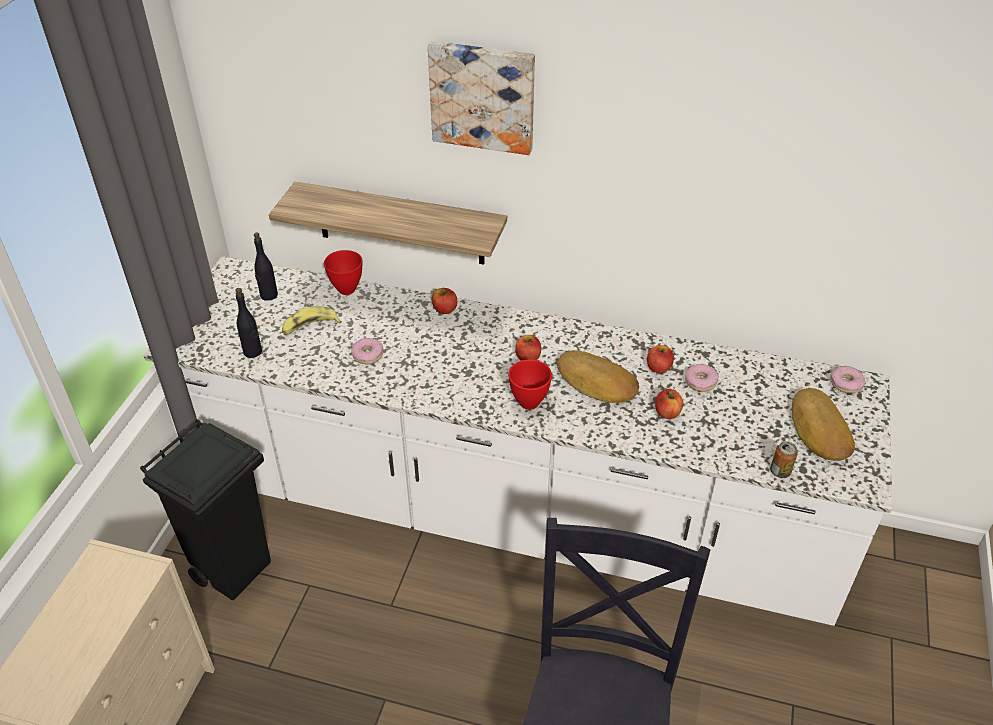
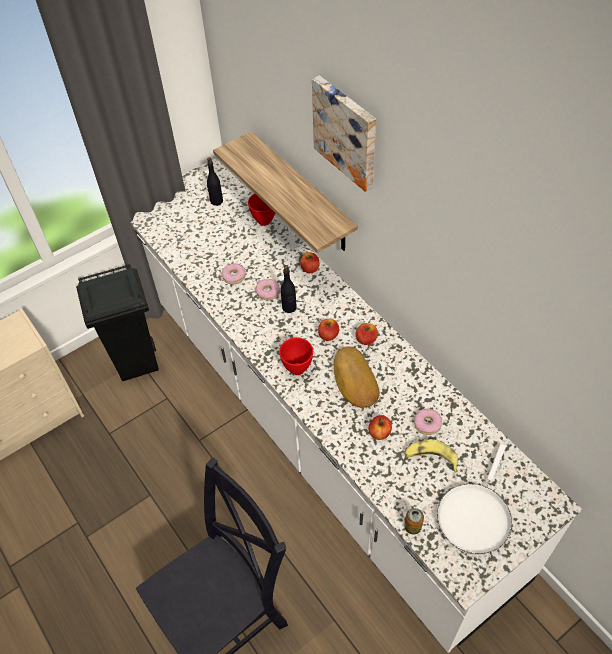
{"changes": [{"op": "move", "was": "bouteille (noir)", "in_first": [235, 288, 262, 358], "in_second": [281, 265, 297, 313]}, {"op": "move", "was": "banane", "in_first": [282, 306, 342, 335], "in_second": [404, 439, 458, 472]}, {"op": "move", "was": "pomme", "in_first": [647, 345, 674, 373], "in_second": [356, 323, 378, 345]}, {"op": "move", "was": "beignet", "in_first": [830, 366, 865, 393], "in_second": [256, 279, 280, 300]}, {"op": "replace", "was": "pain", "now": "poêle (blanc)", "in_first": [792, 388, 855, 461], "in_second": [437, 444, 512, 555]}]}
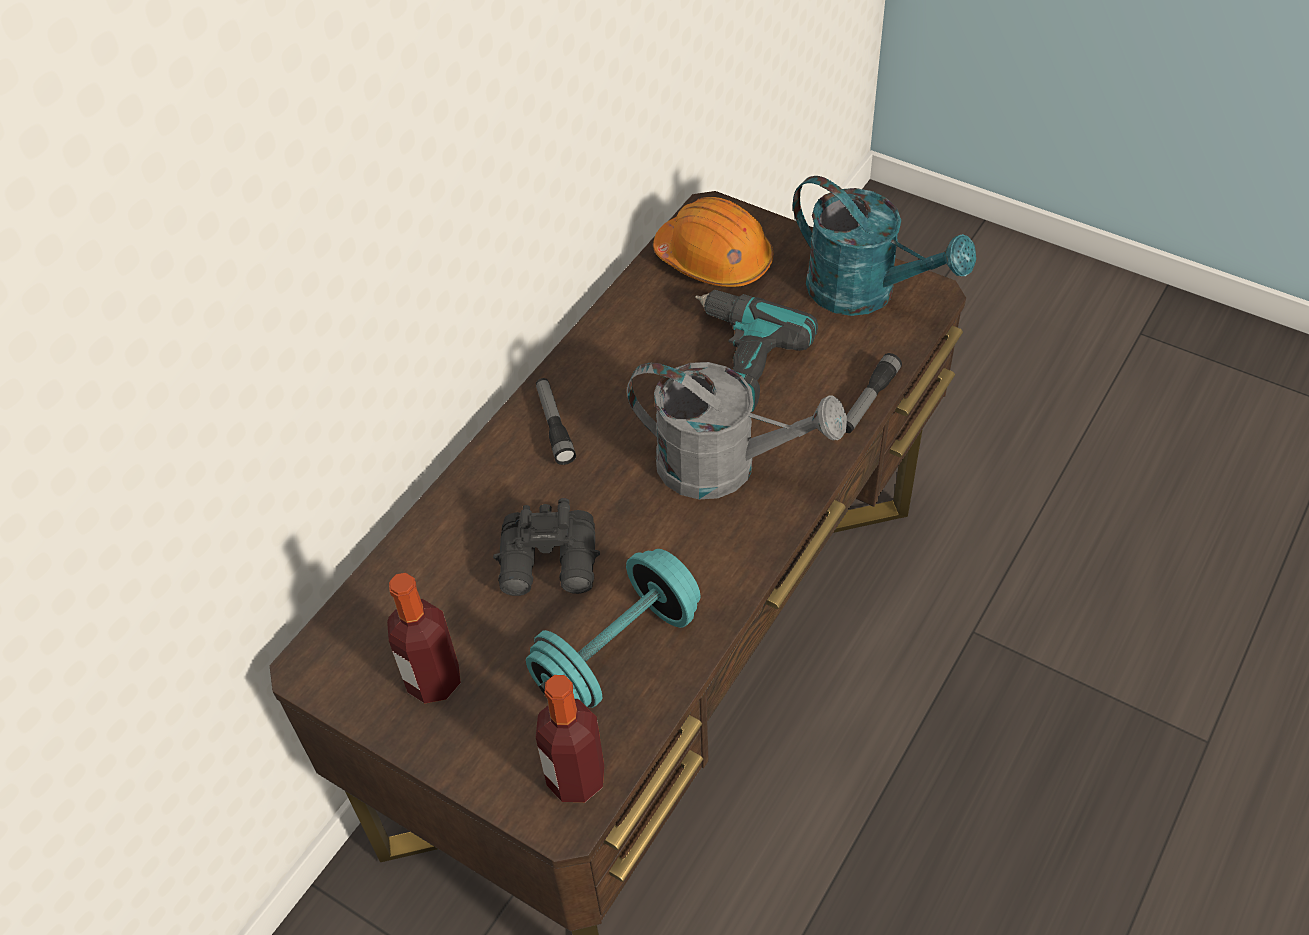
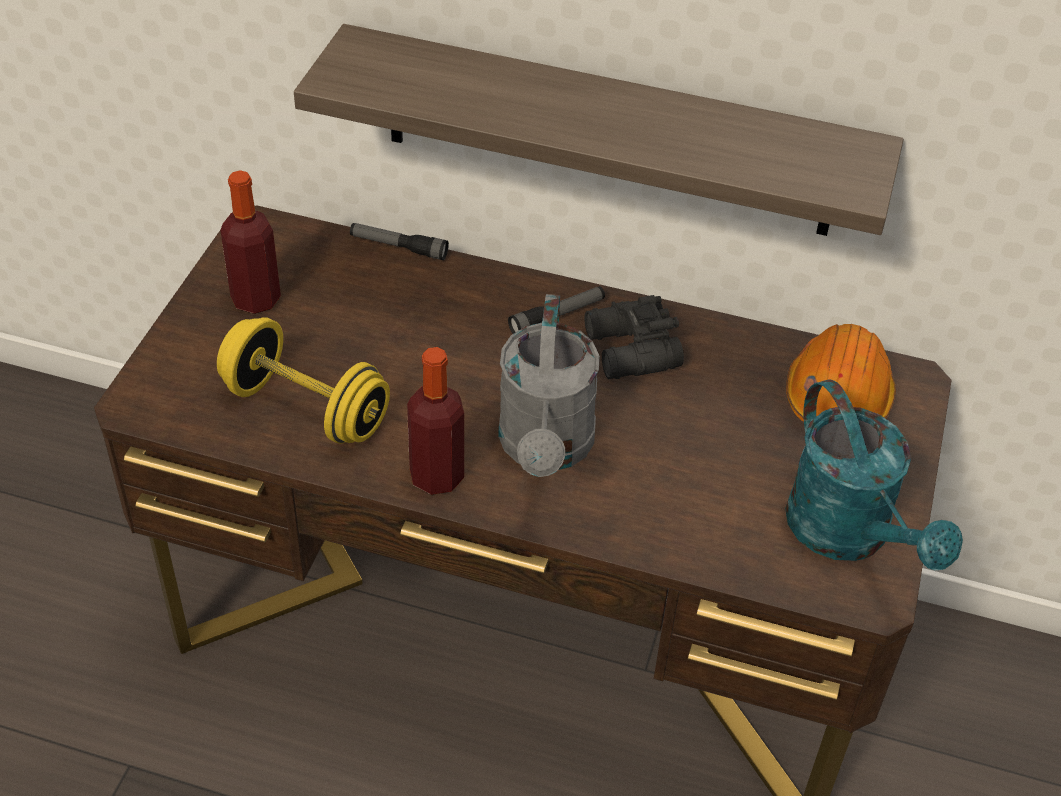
{"changes": [{"op": "delete", "was": "perceuse", "in_first": [695, 290, 818, 412]}, {"op": "insert", "now": "étagère", "in_second": [294, 24, 904, 236]}, {"op": "move", "was": "jumelles (noir)", "in_first": [493, 498, 600, 596], "in_second": [584, 295, 684, 379]}, {"op": "move", "was": "bouteille", "in_first": [536, 675, 604, 802], "in_second": [407, 347, 464, 495]}, {"op": "move", "was": "lampe de poche", "in_first": [845, 353, 902, 433], "in_second": [350, 223, 449, 260]}, {"op": "recolor", "was": "haltère (turquoise)", "now": "haltère (jaune)", "in_first": [526, 549, 701, 708], "in_second": [217, 317, 390, 444]}, {"op": "rotate", "was": "arrosoir (turquoise)", "in_first": [793, 176, 976, 316], "in_second": [785, 379, 963, 570], "clockwise": -45}]}
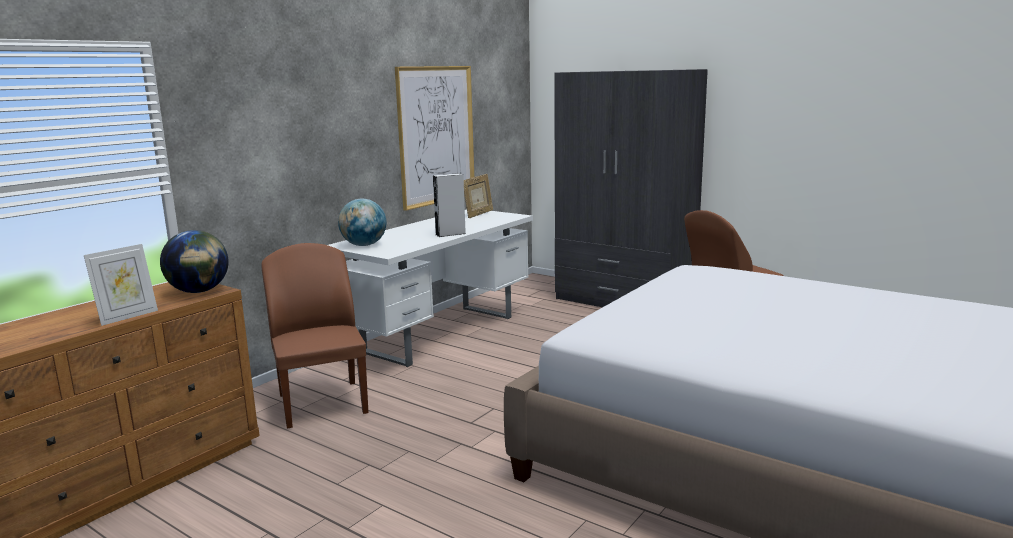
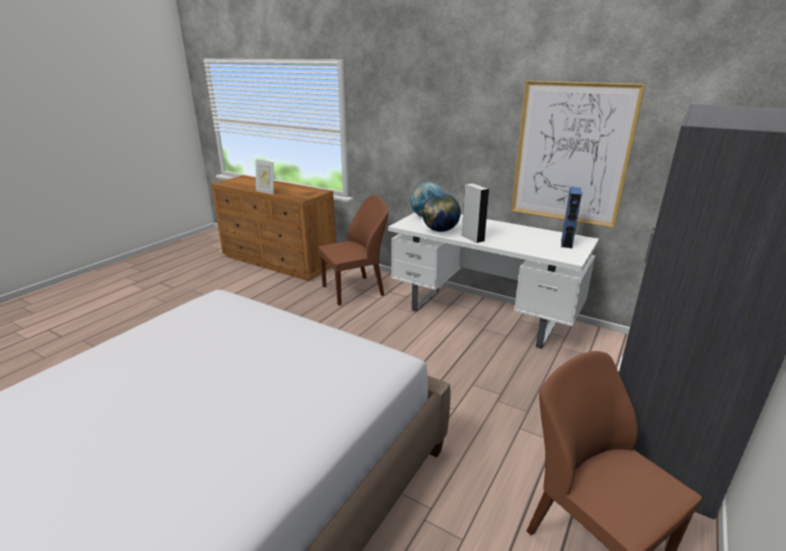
{"changes": [{"op": "move", "was": "globe", "in_first": [160, 230, 229, 293], "in_second": [422, 193, 461, 232]}, {"op": "replace", "was": "cadre photo", "now": "enceinte (bleu)", "in_first": [464, 174, 493, 218], "in_second": [561, 187, 582, 248]}]}
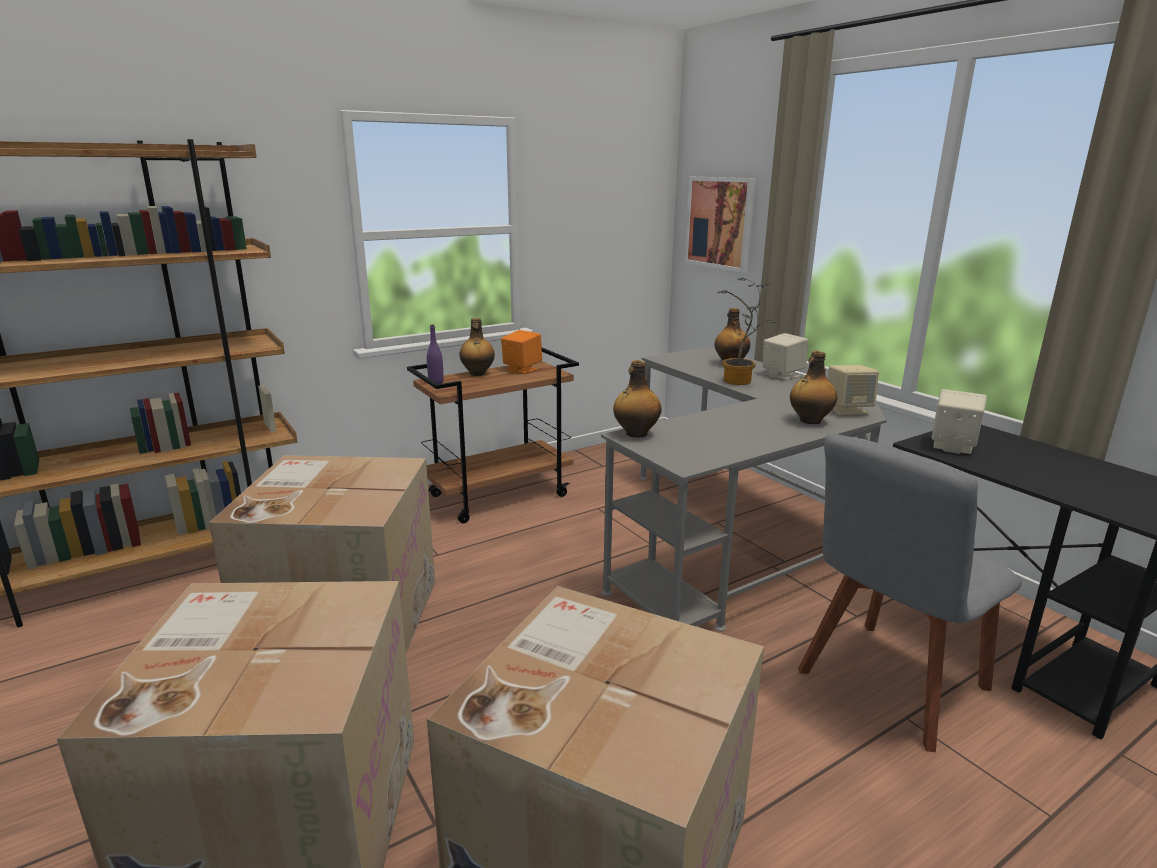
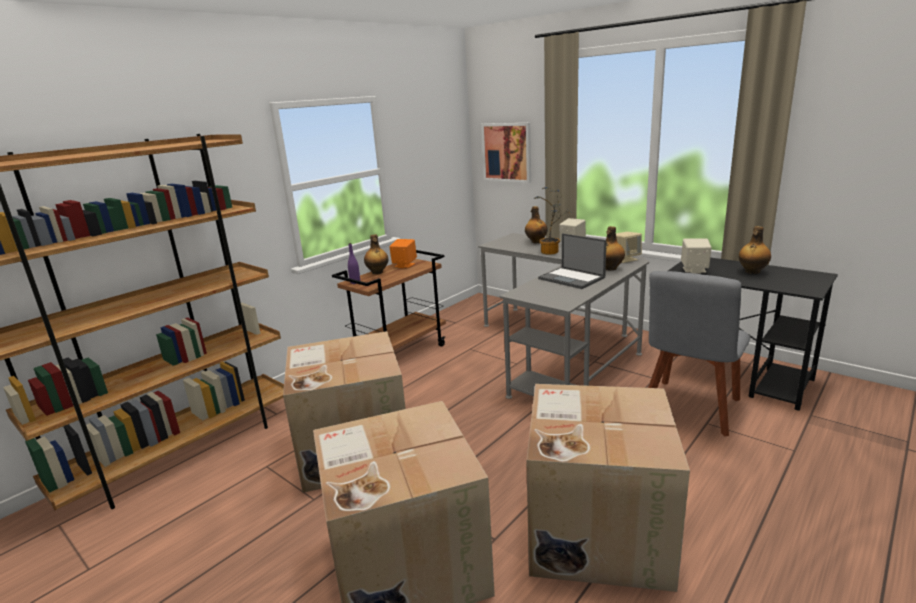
{"changes": [{"op": "insert", "now": "ordinateur portable", "in_second": [538, 233, 607, 289]}, {"op": "move", "was": "bouteille", "in_first": [613, 360, 662, 438], "in_second": [738, 226, 771, 274]}]}
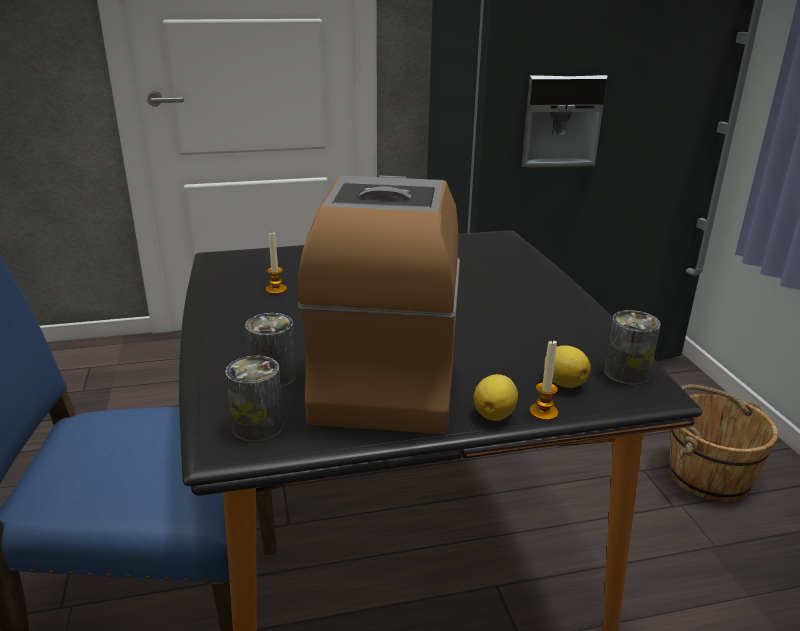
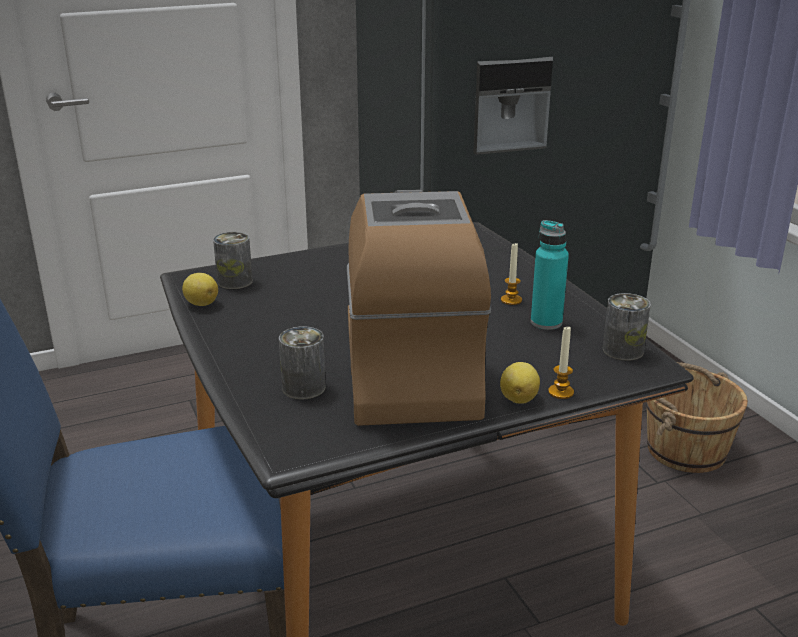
{"changes": [{"op": "insert", "now": "bouteille (turquoise)", "in_second": [531, 220, 569, 330]}, {"op": "move", "was": "boîte métallique", "in_first": [225, 356, 284, 442], "in_second": [213, 232, 253, 289]}, {"op": "move", "was": "bougie", "in_first": [266, 233, 287, 294], "in_second": [501, 243, 522, 305]}, {"op": "move", "was": "citron", "in_first": [544, 345, 591, 388], "in_second": [182, 273, 218, 306]}]}
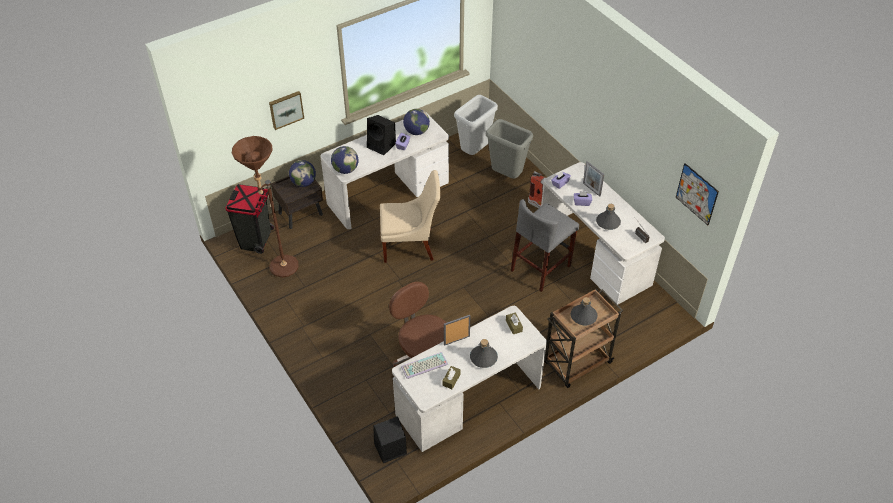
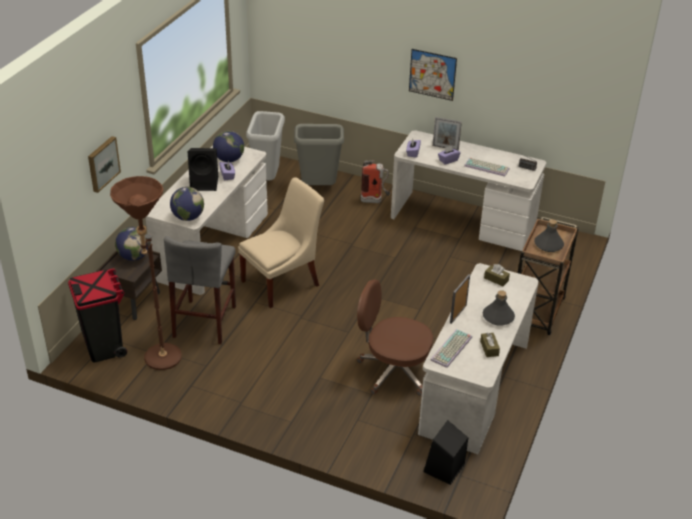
{"changes": [{"op": "move", "was": "tabouret (gris)", "in_first": [511, 199, 579, 292], "in_second": [164, 236, 236, 344]}, {"op": "move", "was": "tableau", "in_first": [676, 163, 719, 225], "in_second": [409, 49, 457, 101]}, {"op": "replace", "was": "bouteille (gris)", "now": "clavier", "in_first": [596, 204, 621, 230], "in_second": [464, 158, 509, 176]}]}
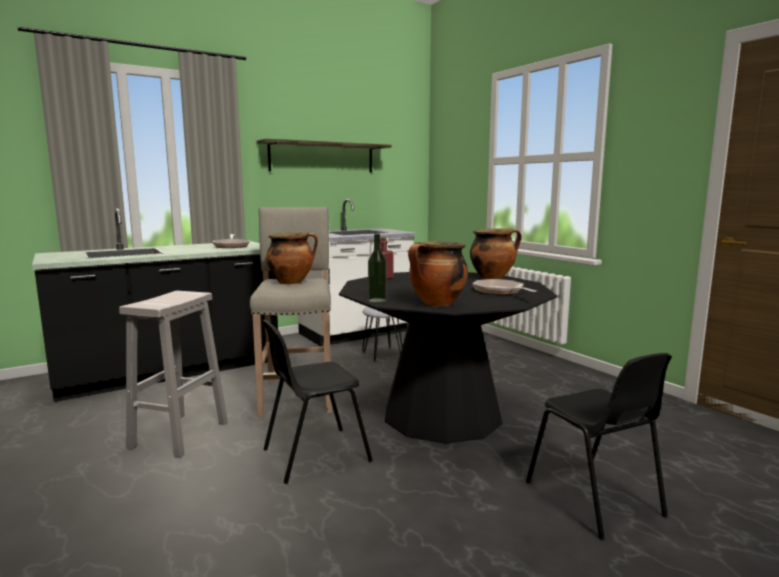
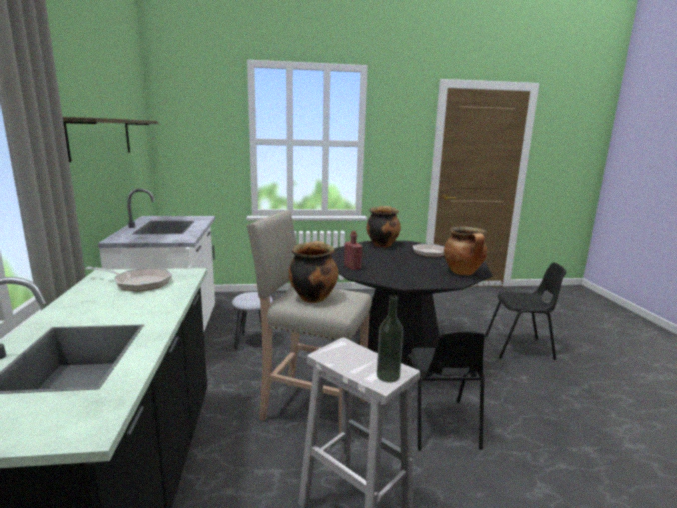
{"changes": [{"op": "move", "was": "bouteille", "in_first": [368, 234, 386, 302], "in_second": [377, 295, 403, 383]}]}
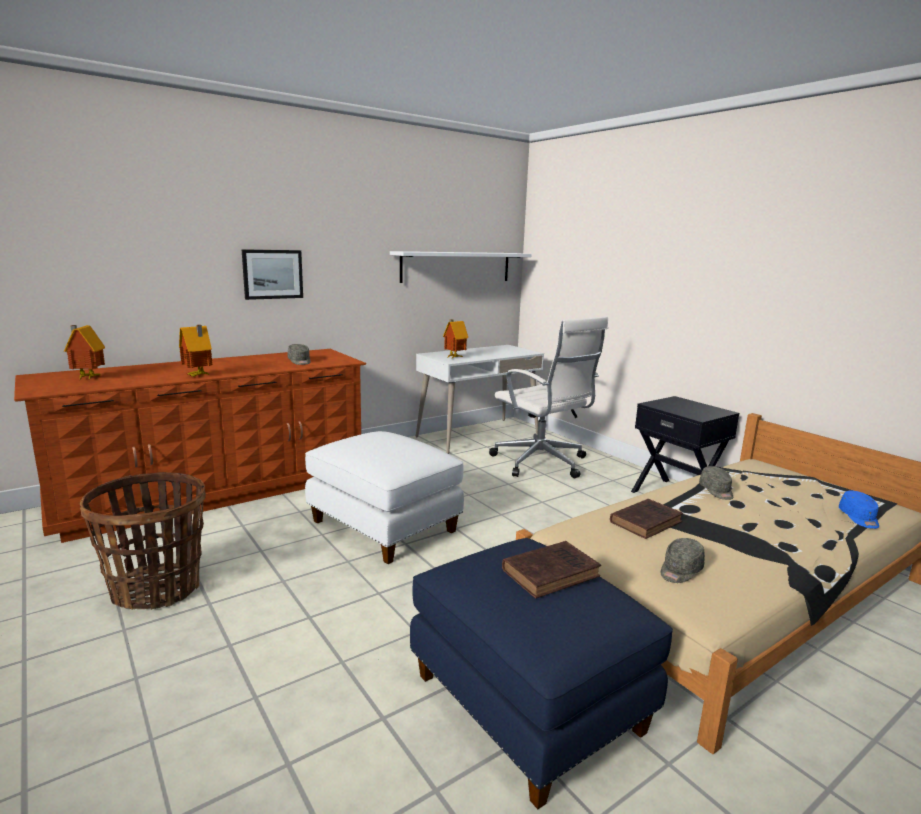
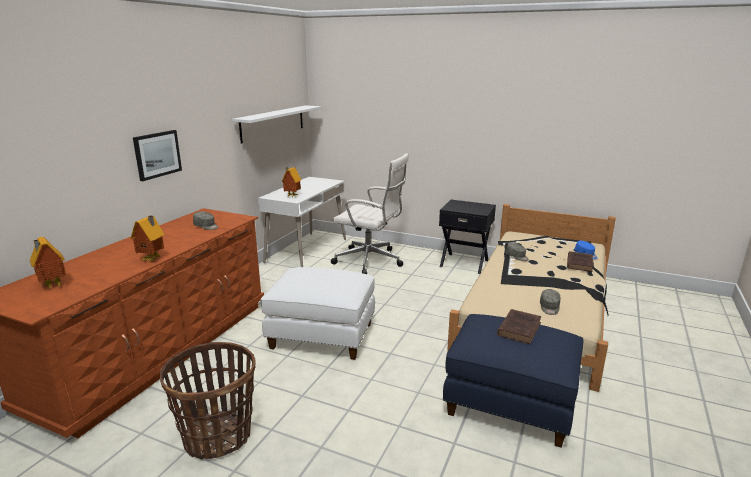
{"changes": [{"op": "move", "was": "livre (marron)", "in_first": [610, 499, 683, 539], "in_second": [567, 251, 593, 272]}]}
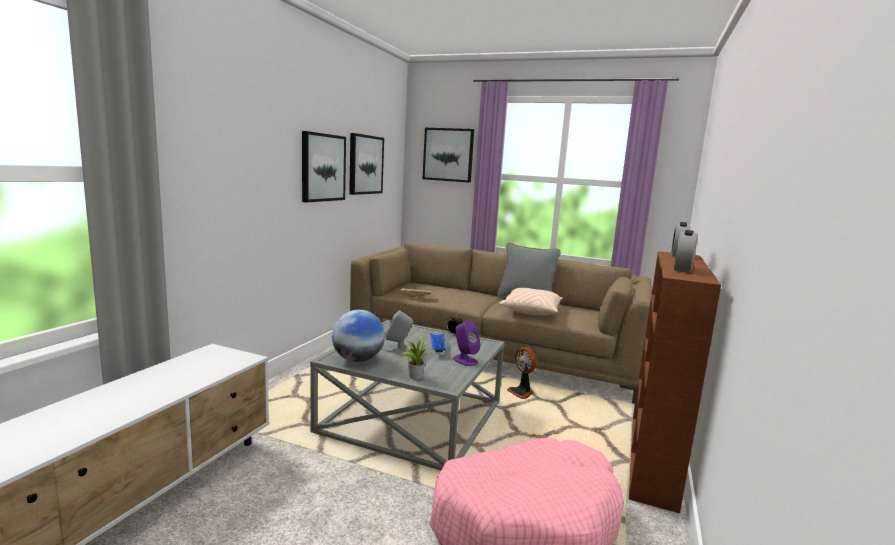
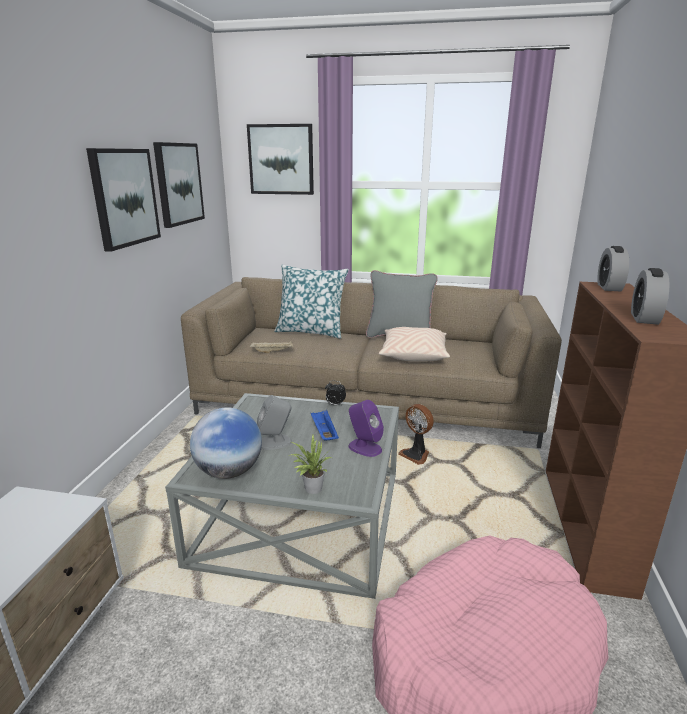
{"changes": [{"op": "insert", "now": "coussin", "in_second": [274, 265, 349, 339]}]}
